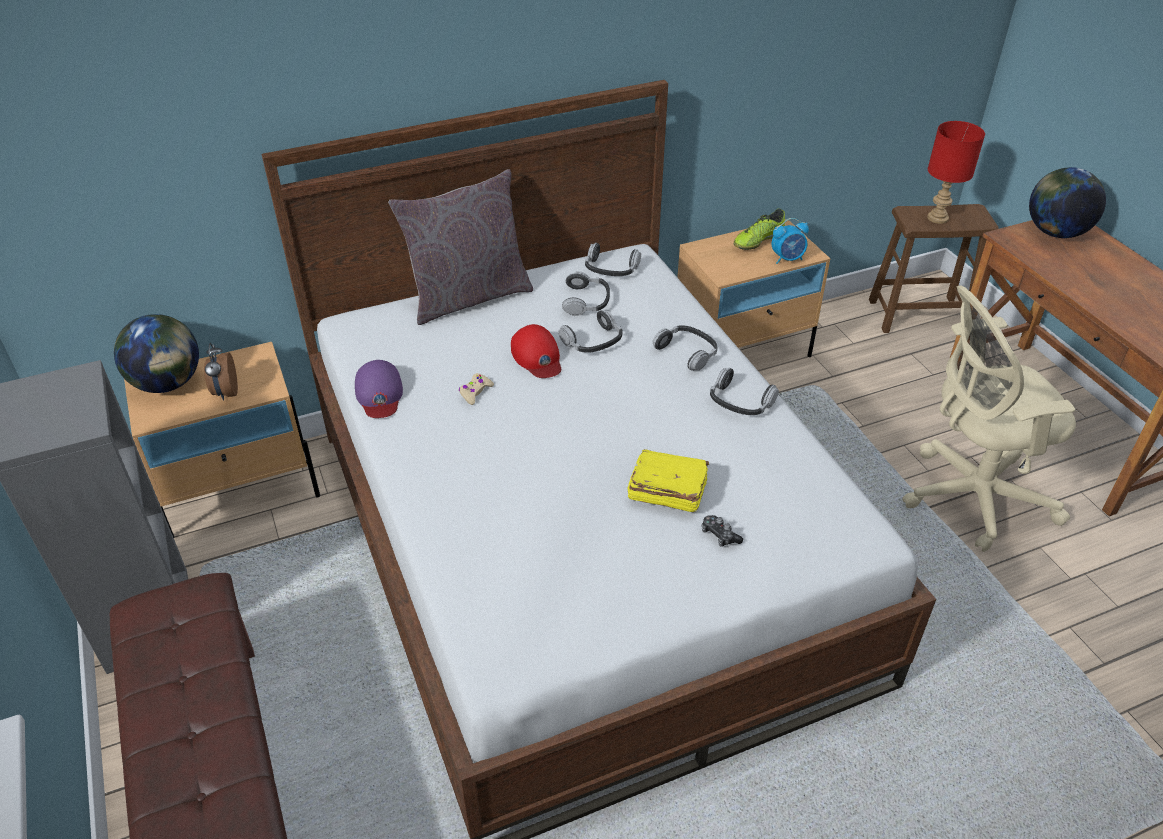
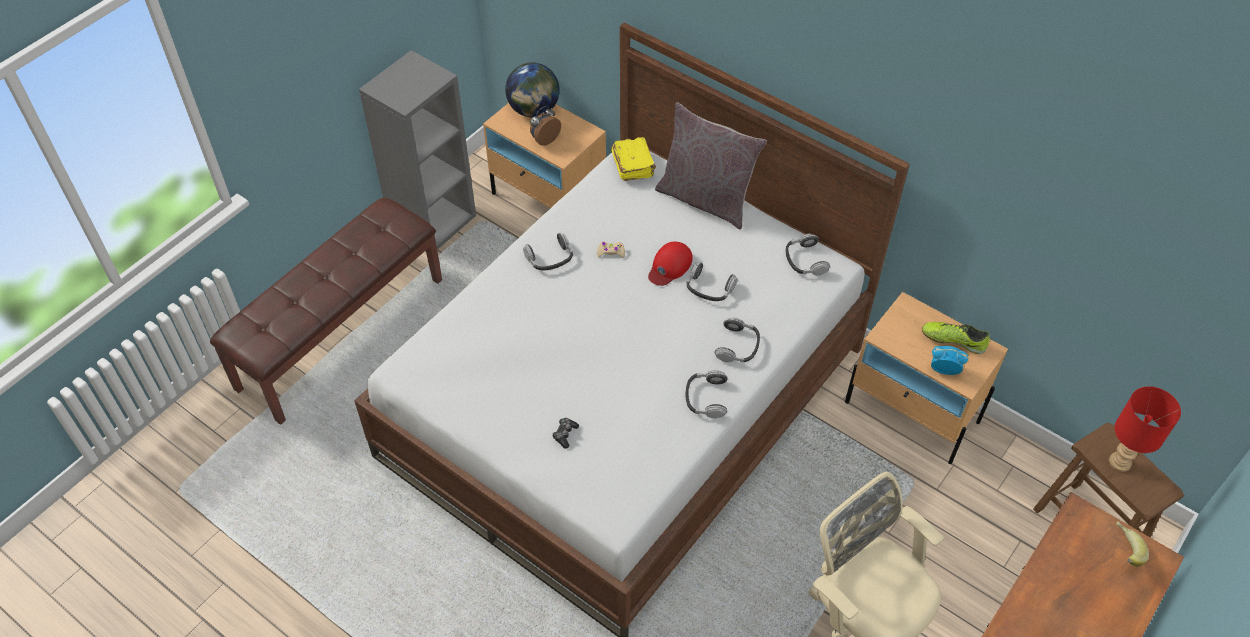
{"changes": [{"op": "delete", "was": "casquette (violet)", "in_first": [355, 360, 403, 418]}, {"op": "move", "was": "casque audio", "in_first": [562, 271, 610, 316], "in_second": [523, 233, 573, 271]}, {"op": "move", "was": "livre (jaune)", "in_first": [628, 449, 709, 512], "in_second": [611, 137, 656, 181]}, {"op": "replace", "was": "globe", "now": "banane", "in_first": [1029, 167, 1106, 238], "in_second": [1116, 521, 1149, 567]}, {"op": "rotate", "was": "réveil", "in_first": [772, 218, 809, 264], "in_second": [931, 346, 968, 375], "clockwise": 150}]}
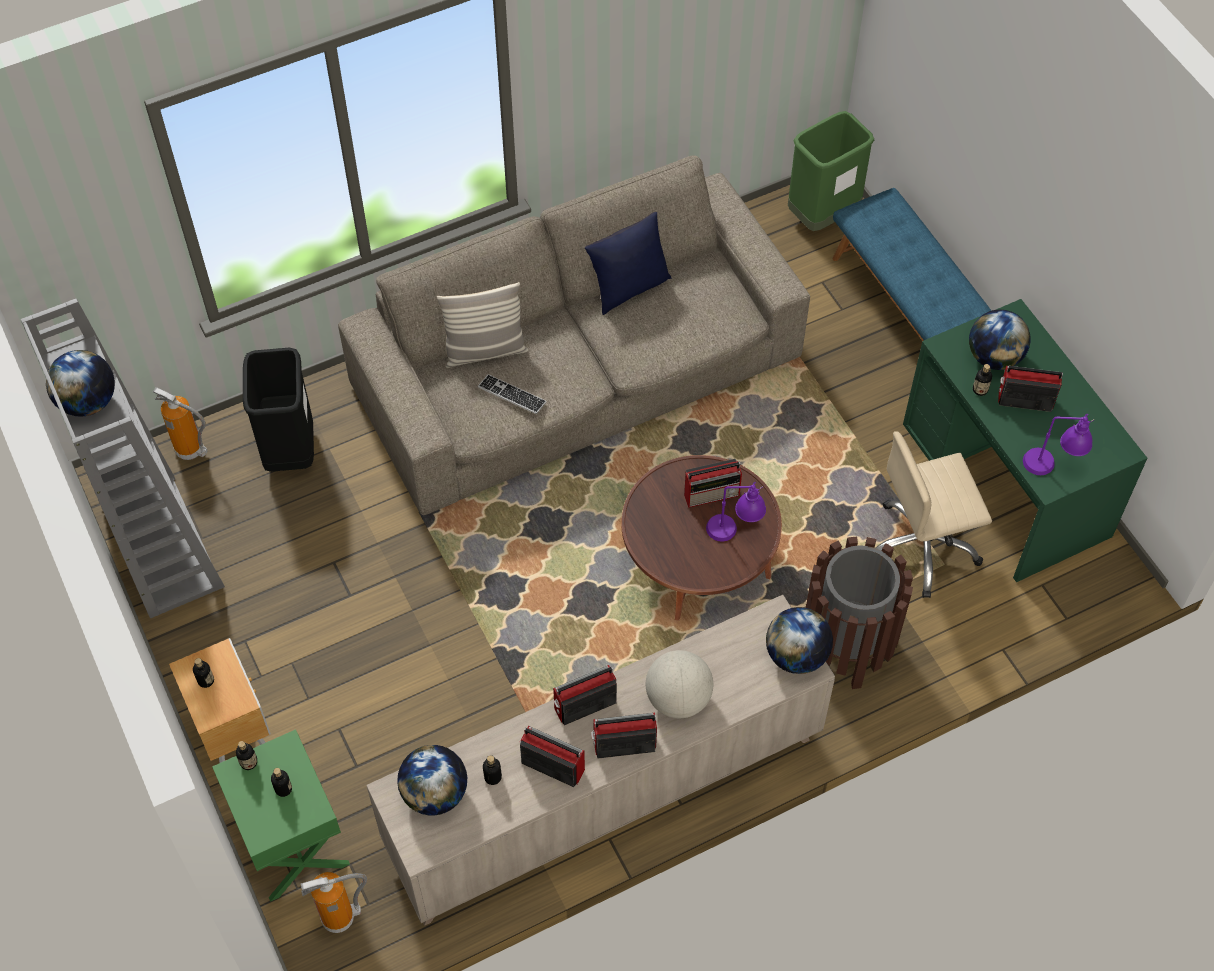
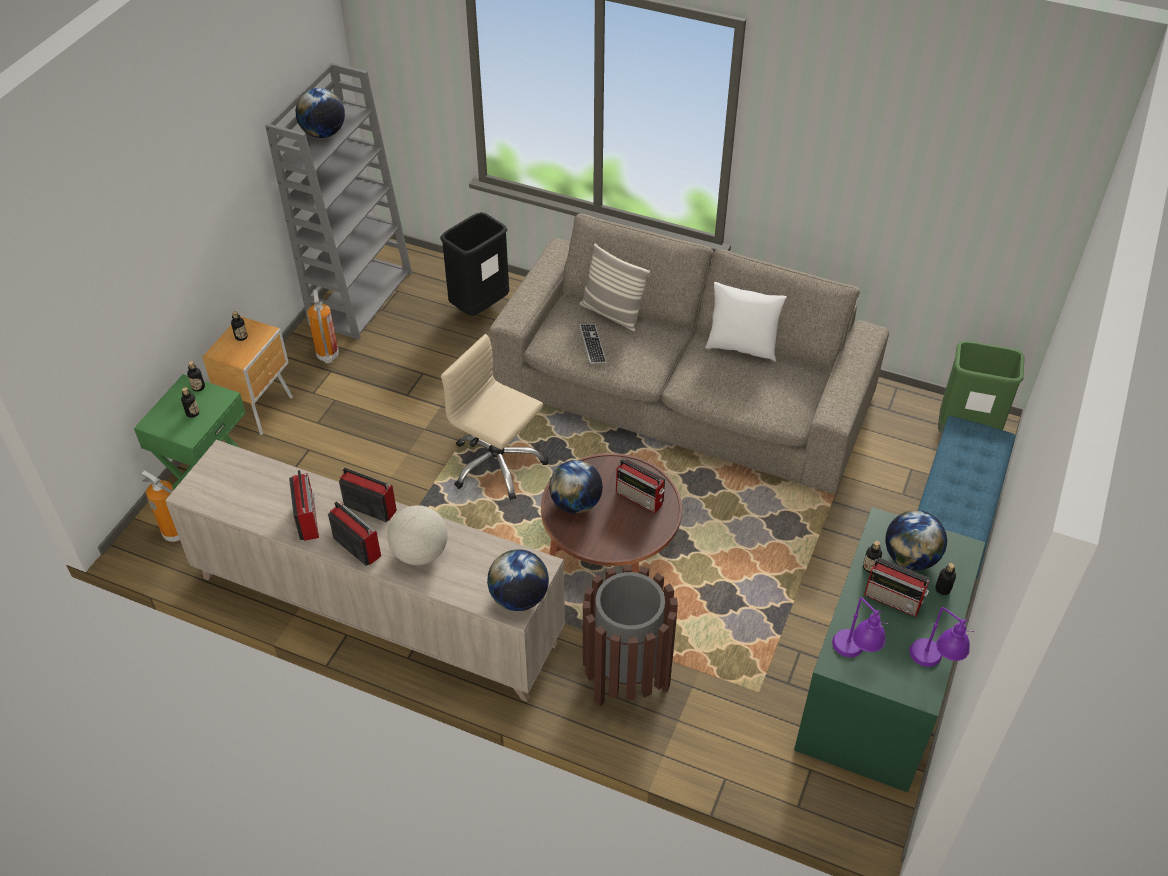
{"changes": [{"op": "move", "was": "extincteur", "in_first": [153, 387, 208, 460], "in_second": [307, 289, 339, 363]}, {"op": "move", "was": "globe", "in_first": [397, 745, 467, 815], "in_second": [549, 460, 603, 514]}, {"op": "move", "was": "bouteille", "in_first": [483, 755, 502, 785], "in_second": [935, 563, 956, 595]}, {"op": "move", "was": "lampe de table (violet)", "in_first": [706, 482, 766, 541], "in_second": [910, 607, 975, 667]}, {"op": "move", "was": "chaise de bureau (beige)", "in_first": [876, 431, 992, 598], "in_second": [441, 334, 548, 500]}, {"op": "recolor", "was": "coussin (bleu)", "now": "coussin (blanc)", "in_first": [585, 212, 671, 315], "in_second": [705, 282, 787, 362]}, {"op": "rotate", "was": "radio", "in_first": [998, 365, 1063, 412], "in_second": [864, 557, 929, 617], "clockwise": 150}]}
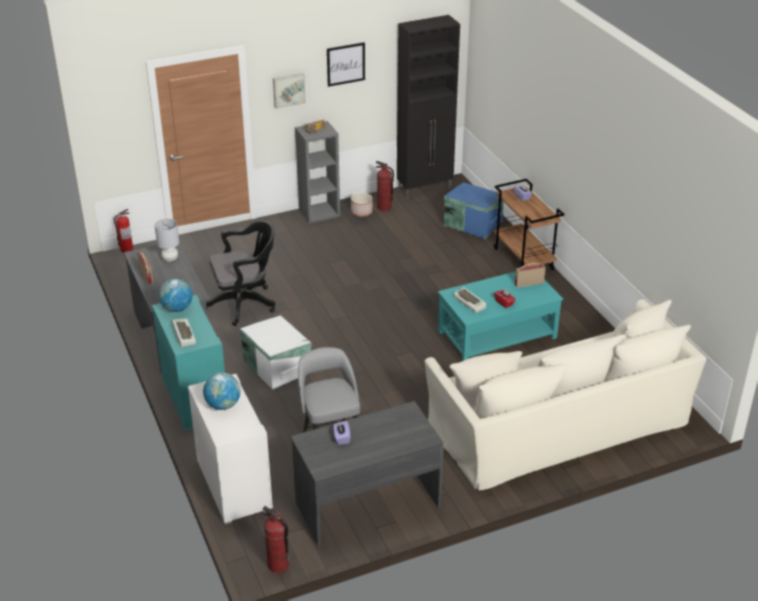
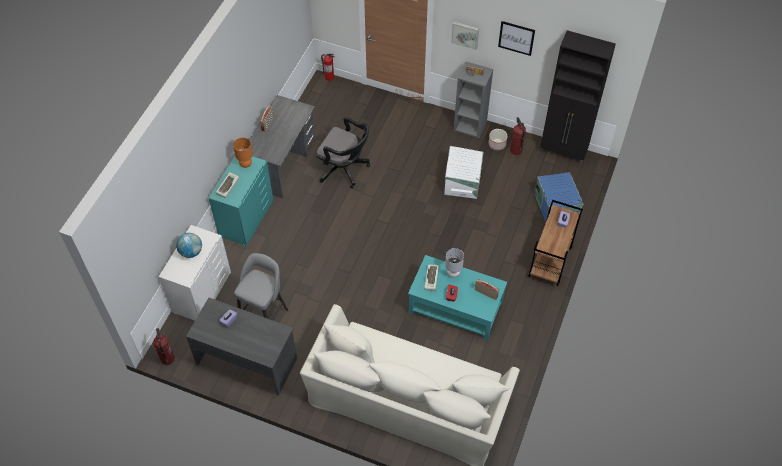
{"changes": [{"op": "move", "was": "lampe de table (gris)", "in_first": [154, 219, 179, 262], "in_second": [445, 248, 464, 278]}, {"op": "move", "was": "boîte de rangement (blanc)", "in_first": [240, 315, 312, 390], "in_second": [444, 146, 483, 199]}, {"op": "replace", "was": "globe", "now": "lampe de table (orange)", "in_first": [159, 279, 192, 312], "in_second": [233, 138, 253, 168]}]}
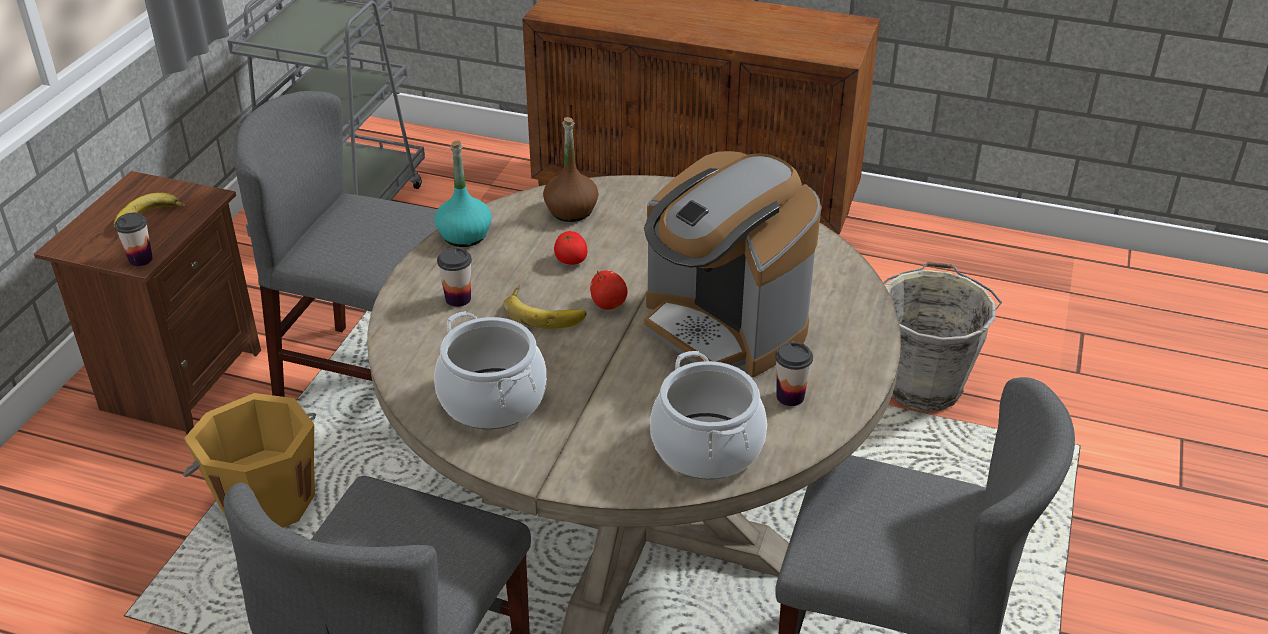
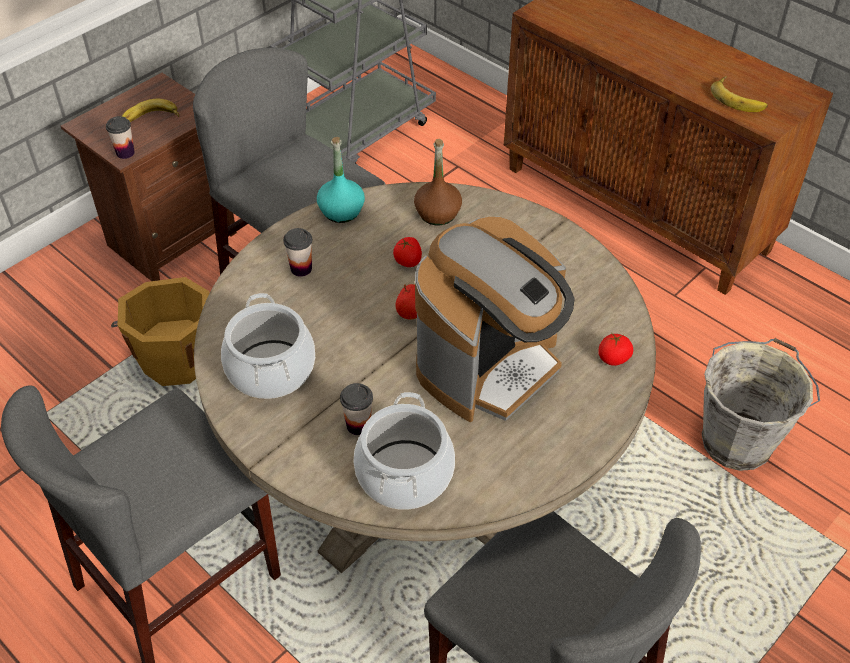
{"changes": [{"op": "insert", "now": "tomate", "in_second": [598, 333, 633, 366]}, {"op": "move", "was": "banane", "in_first": [503, 285, 586, 329], "in_second": [711, 76, 768, 112]}, {"op": "move", "was": "tasse", "in_first": [775, 342, 813, 406], "in_second": [340, 383, 373, 435]}, {"op": "rotate", "was": "machine à café", "in_first": [644, 151, 821, 377], "in_second": [415, 217, 575, 422], "clockwise": -120}]}
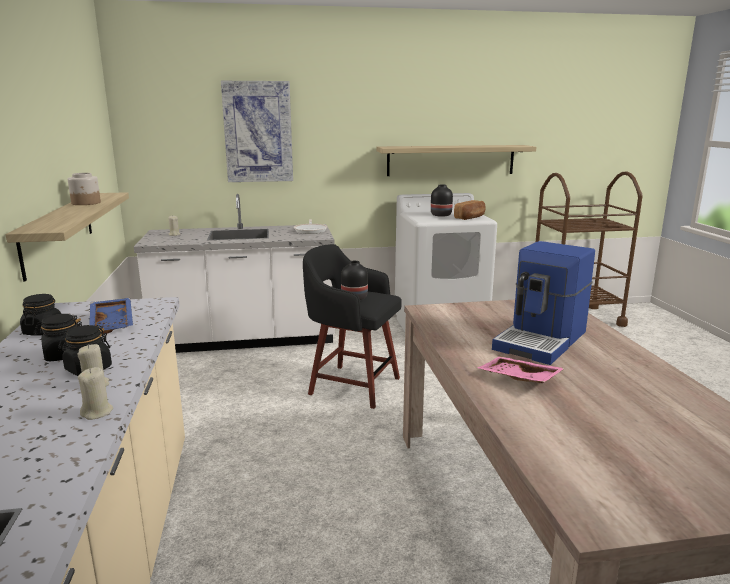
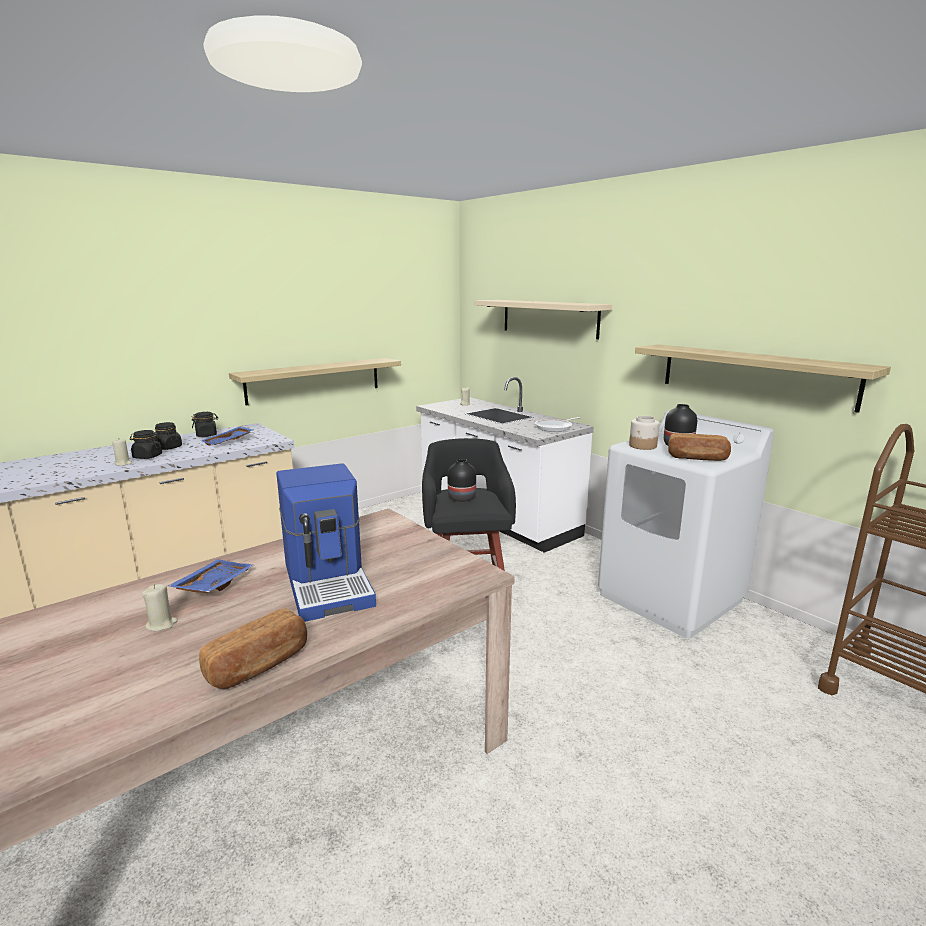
{"changes": [{"op": "insert", "now": "pain", "in_second": [199, 608, 307, 689]}, {"op": "move", "was": "bocal", "in_first": [68, 173, 101, 205], "in_second": [629, 416, 659, 450]}, {"op": "move", "was": "bougie (beige)", "in_first": [78, 367, 113, 420], "in_second": [142, 584, 178, 631]}, {"op": "replace", "was": "tableau", "now": "étagère (beige)", "in_first": [221, 81, 293, 182], "in_second": [475, 300, 612, 339]}, {"op": "recolor", "was": "plateau (rose)", "now": "plateau (bleu)", "in_first": [477, 357, 565, 383], "in_second": [168, 559, 254, 593]}, {"op": "rotate", "was": "machine à café", "in_first": [492, 241, 595, 365], "in_second": [276, 463, 376, 622], "clockwise": -120}]}
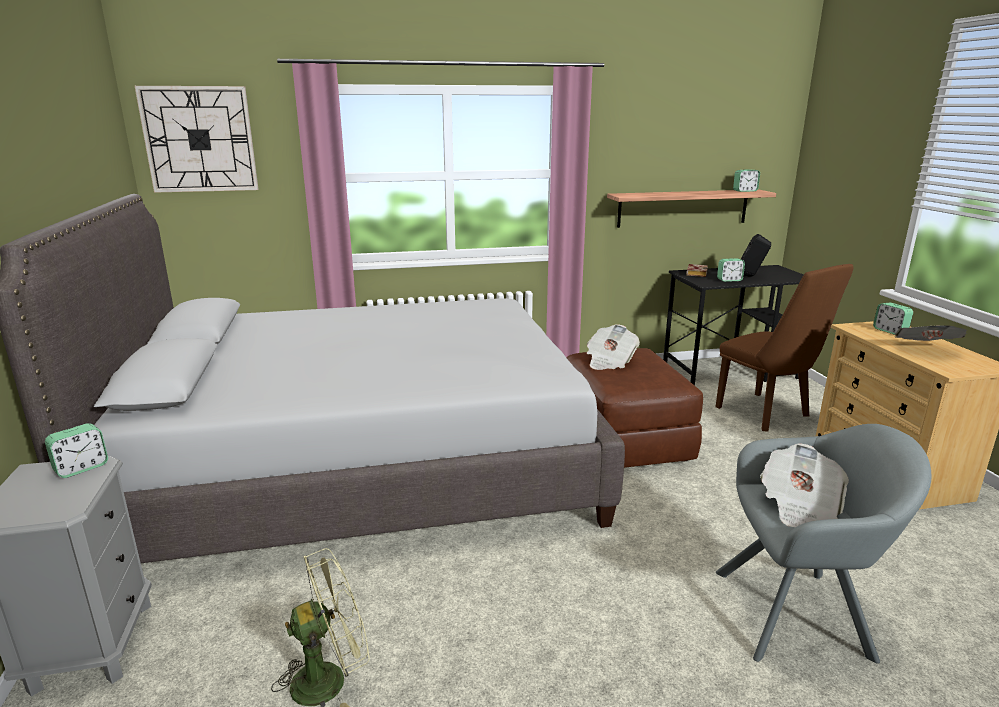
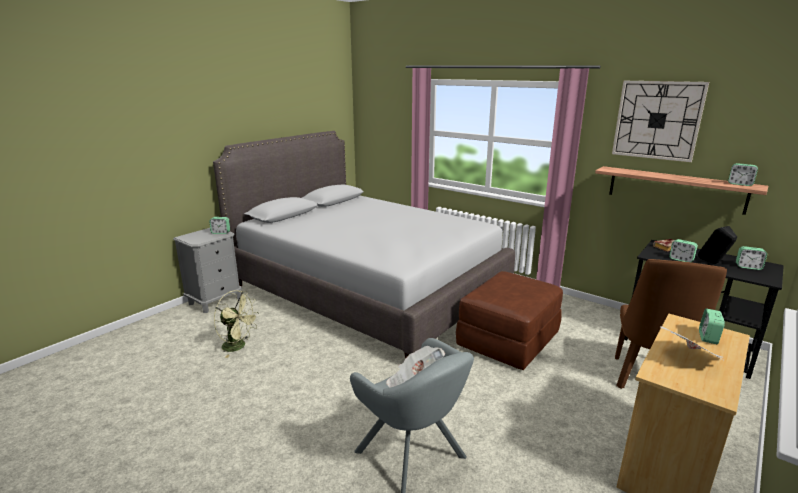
{"changes": [{"op": "delete", "was": "journal", "in_first": [587, 324, 640, 370]}, {"op": "insert", "now": "réveil", "in_second": [736, 246, 767, 270]}, {"op": "move", "was": "horloge murale", "in_first": [135, 86, 259, 193], "in_second": [612, 81, 709, 162]}]}
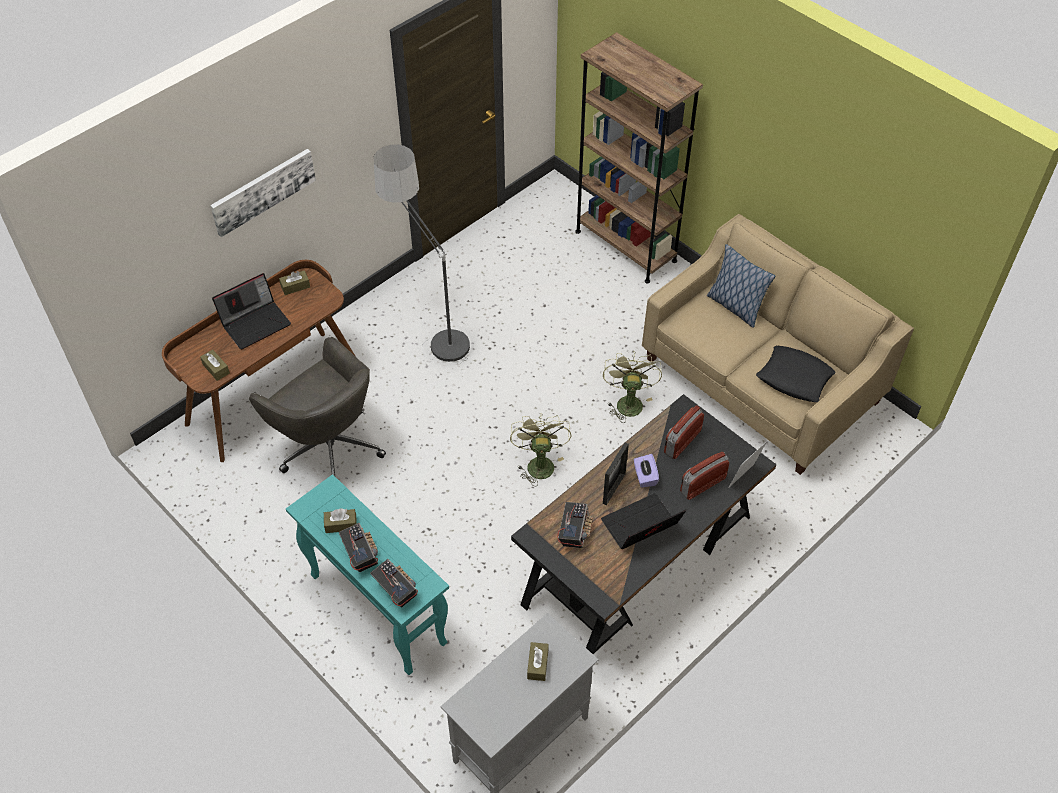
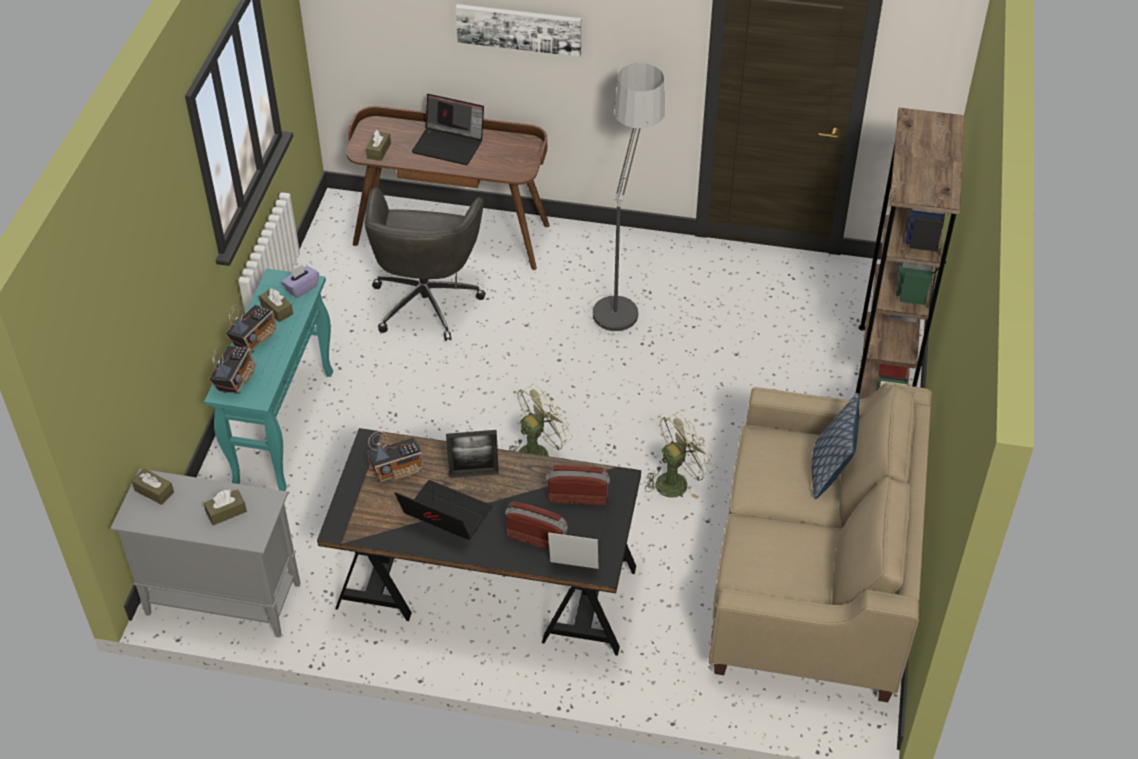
{"changes": [{"op": "delete", "was": "coussin (noir)", "in_first": [756, 345, 835, 402]}, {"op": "move", "was": "boîte à mouchoirs (marron)", "in_first": [279, 270, 310, 295], "in_second": [132, 469, 174, 505]}, {"op": "move", "was": "boîte à mouchoirs (violet)", "in_first": [634, 454, 659, 488], "in_second": [282, 264, 319, 298]}]}
